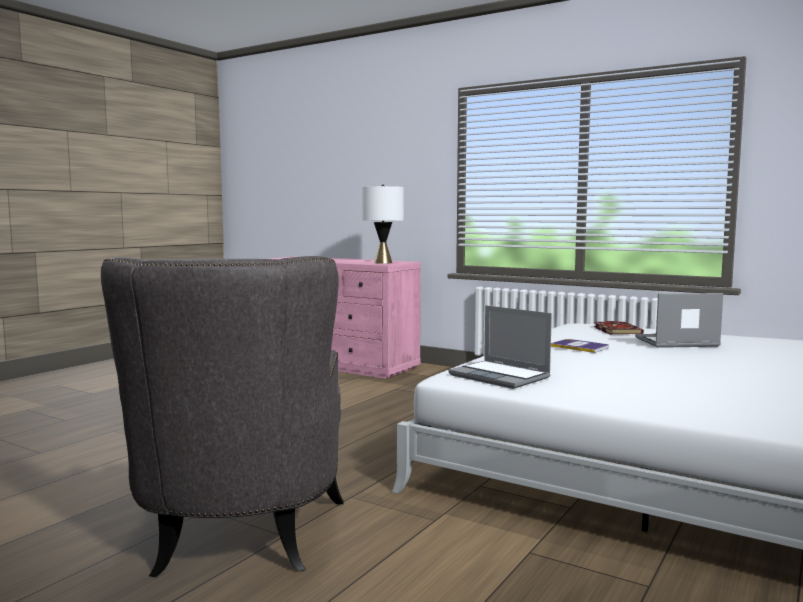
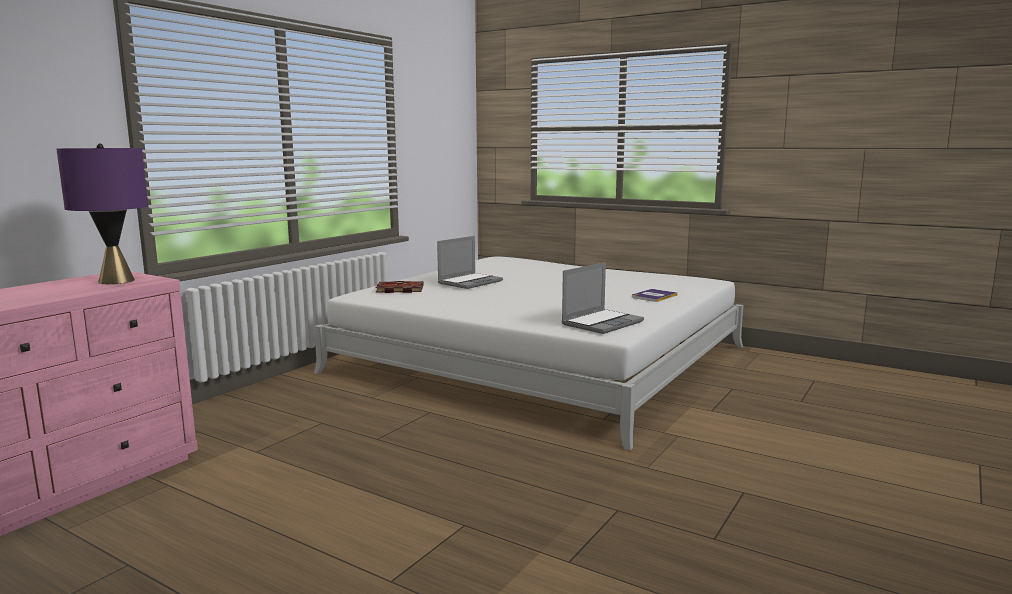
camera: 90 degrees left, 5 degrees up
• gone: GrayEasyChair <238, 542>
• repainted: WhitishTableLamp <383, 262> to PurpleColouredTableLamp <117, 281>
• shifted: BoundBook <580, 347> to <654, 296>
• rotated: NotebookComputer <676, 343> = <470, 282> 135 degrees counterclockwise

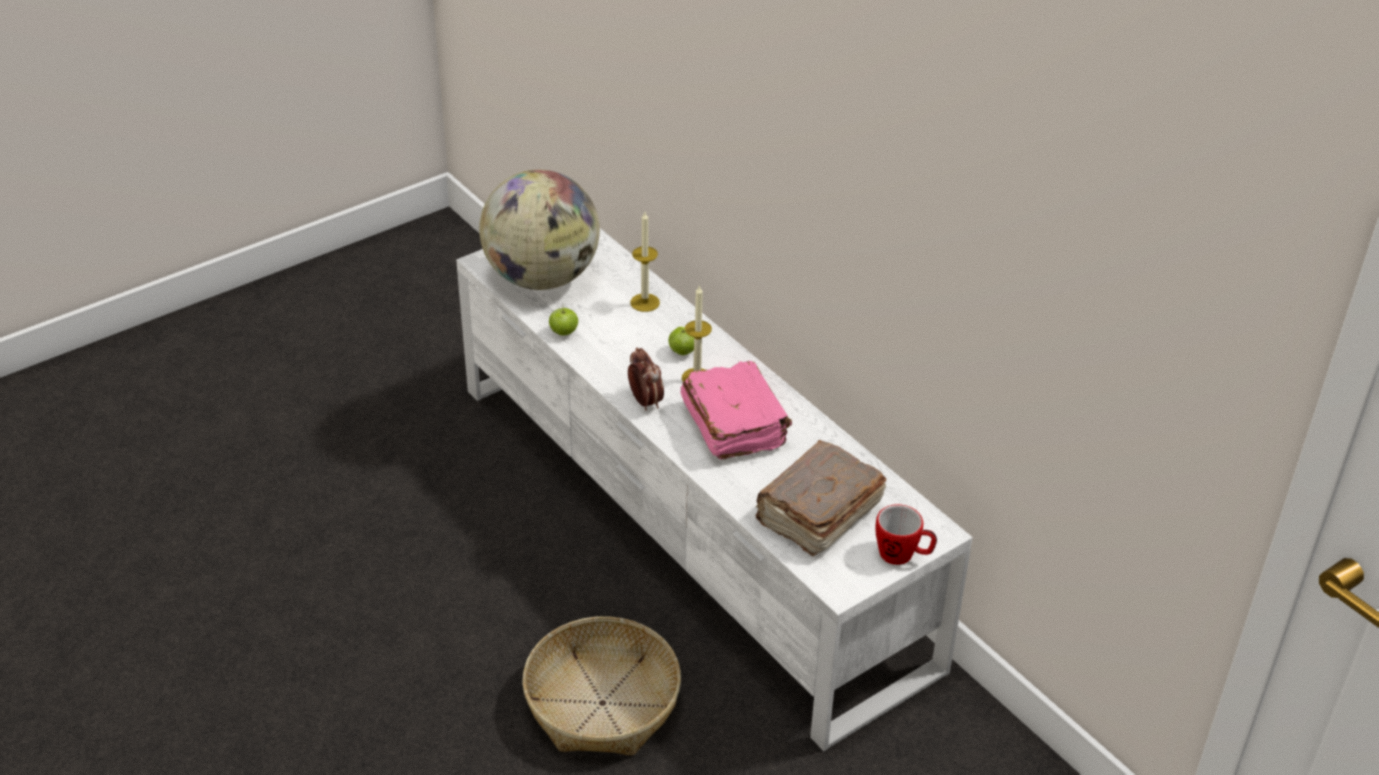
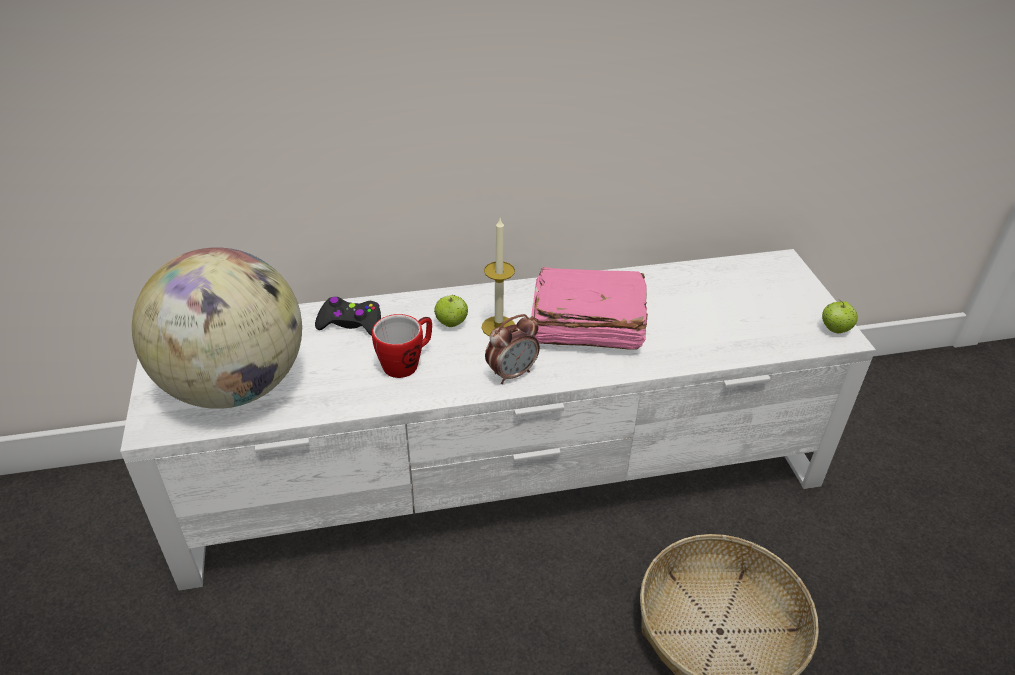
camera: 65 degrees left, 0 degrees up
• shifted: AppleFruit <564, 333> to <835, 329>
• rotated: AlarmClock <645, 401> = <512, 373> 150 degrees clockwise
• swapped: WaxCandle <645, 302> to BlackColouredGameController <351, 323>
• gone: BrownishBoundBook <817, 514>
• shifted: CoffeeMug <903, 555> to <407, 363>

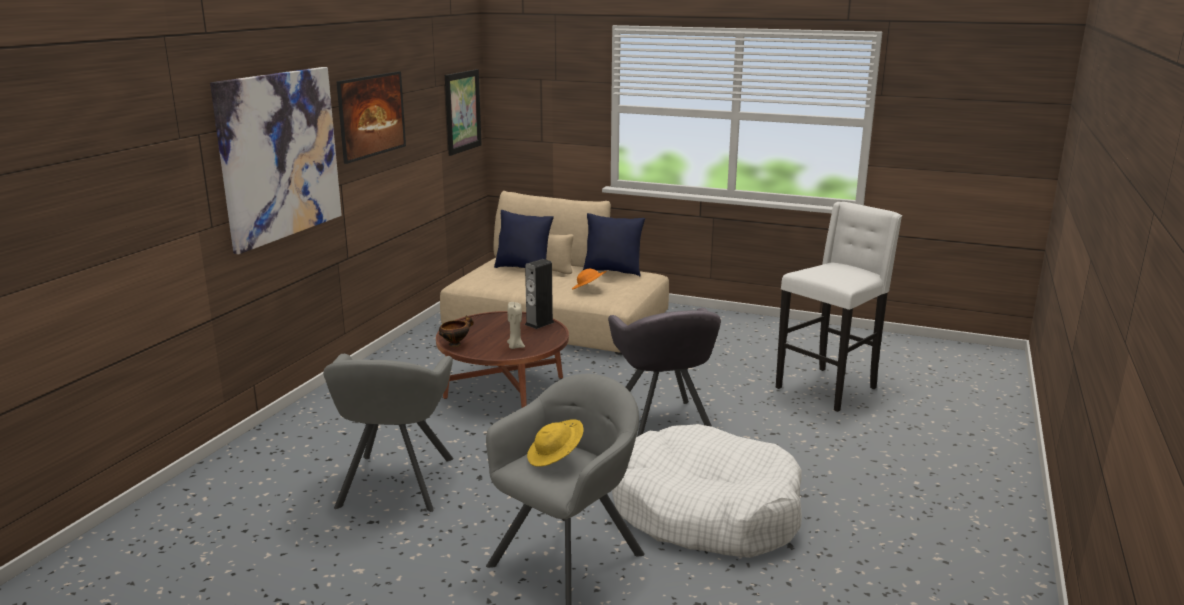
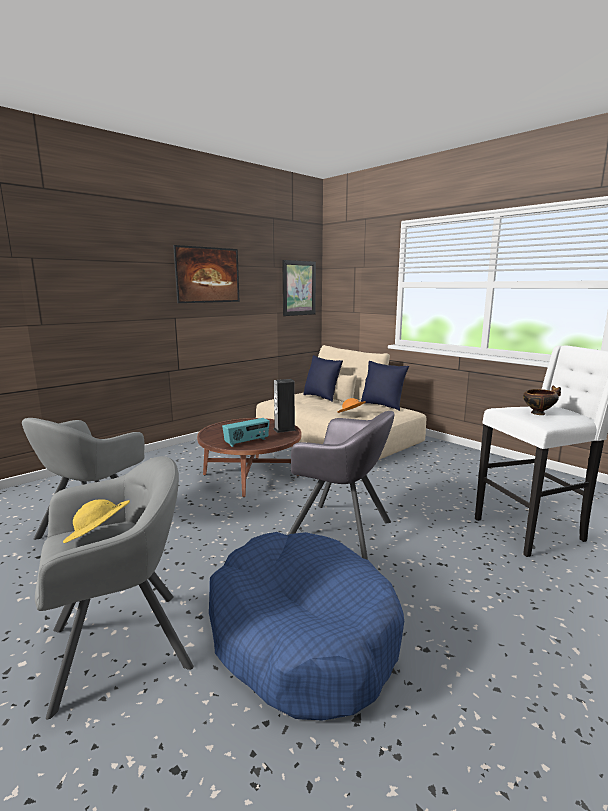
camera: 25 degrees right, 5 degrees down
• gone: WallPicture <280, 155>
• shifted: DeepDish <455, 344> to <539, 413>
• swapped: SandColouredWaxCandle <515, 347> to RadioSet <247, 442>
• rotated: GrayEasyChair <662, 425> = <341, 530> 75 degrees counterclockwise
• repainted: WhitishDogCushion <706, 511> to BlueColouredDogCushion <301, 634>

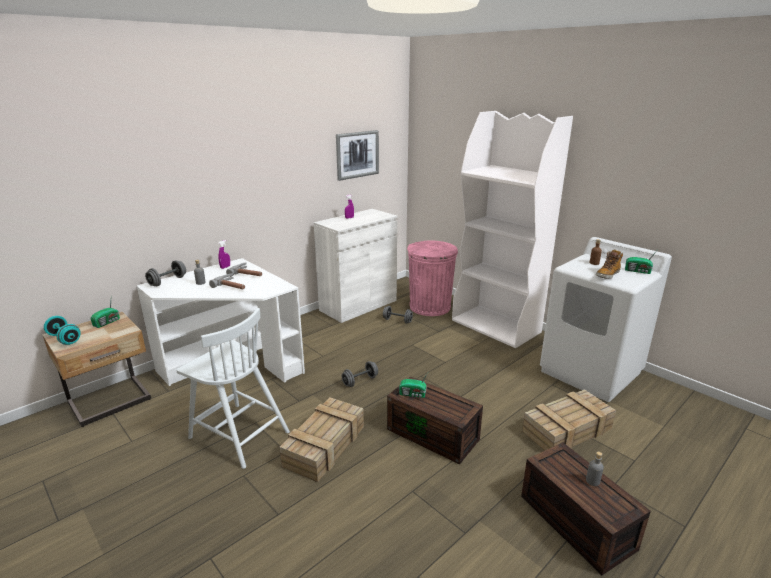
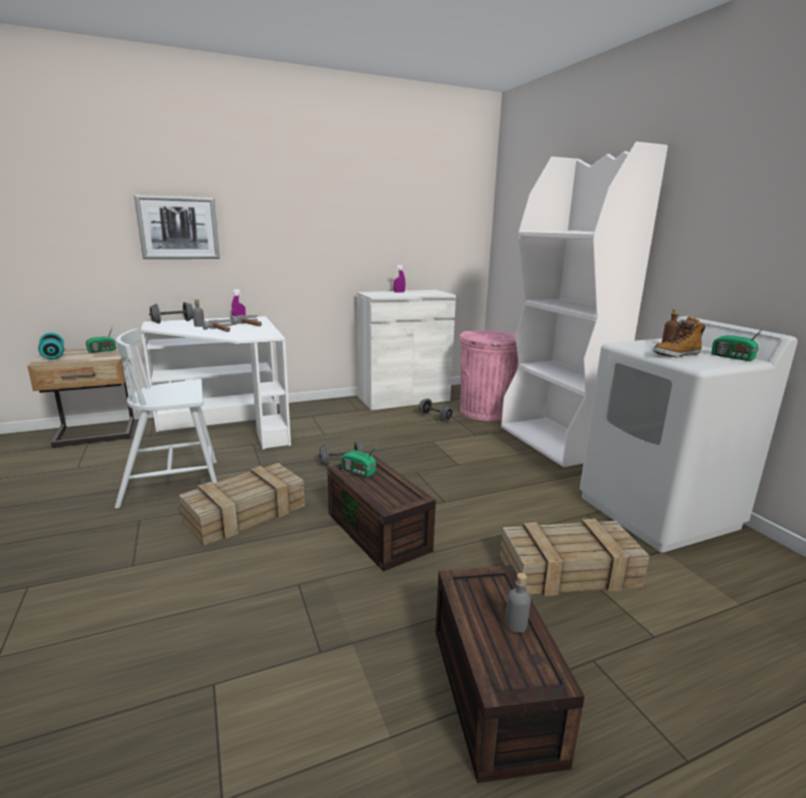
camera: 20 degrees right, 5 degrees down
• rotated: WhitishUprightChair <238, 434> = <173, 483> 105 degrees clockwise
• shifted: WallPicture <357, 154> to <178, 228>

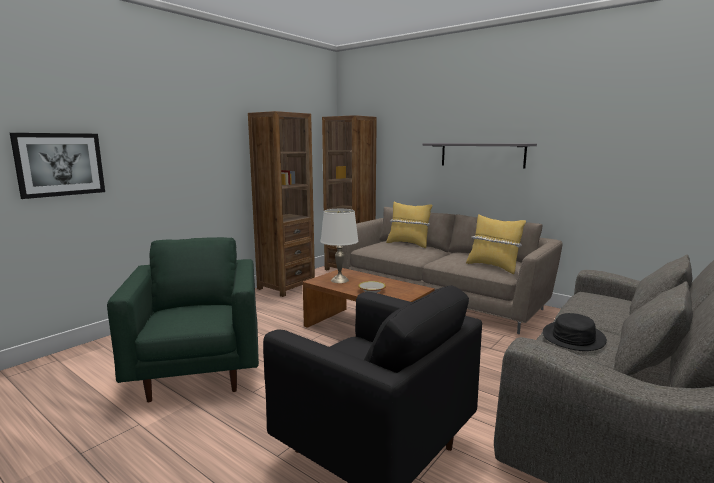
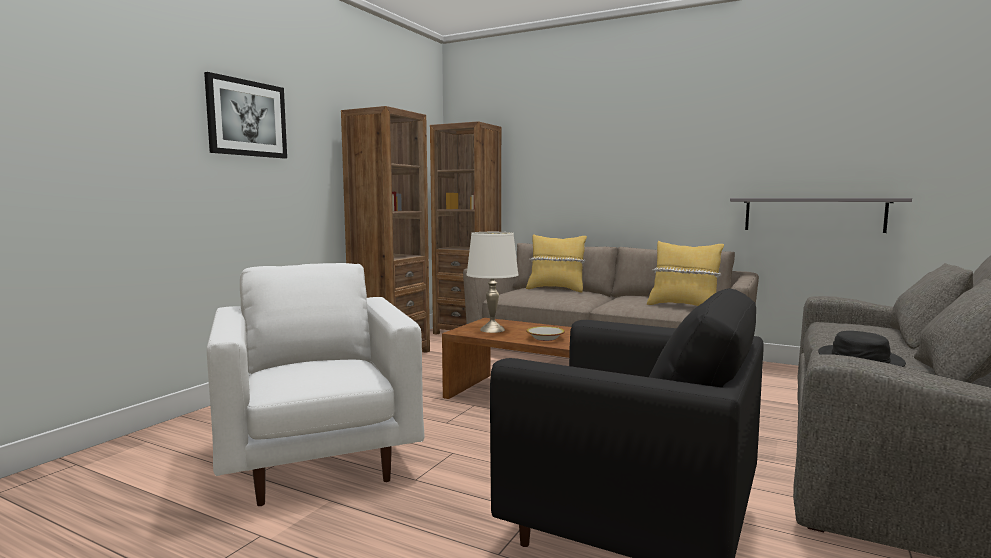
camera: 10 degrees left, 5 degrees down
• shifted: WallPicture <60, 164> to <247, 118>
• repainted: GreenColouredEasyChair <199, 371> to WhitishEasyChair <318, 461>
• shifted: GrayShelf <482, 155> to <813, 214>

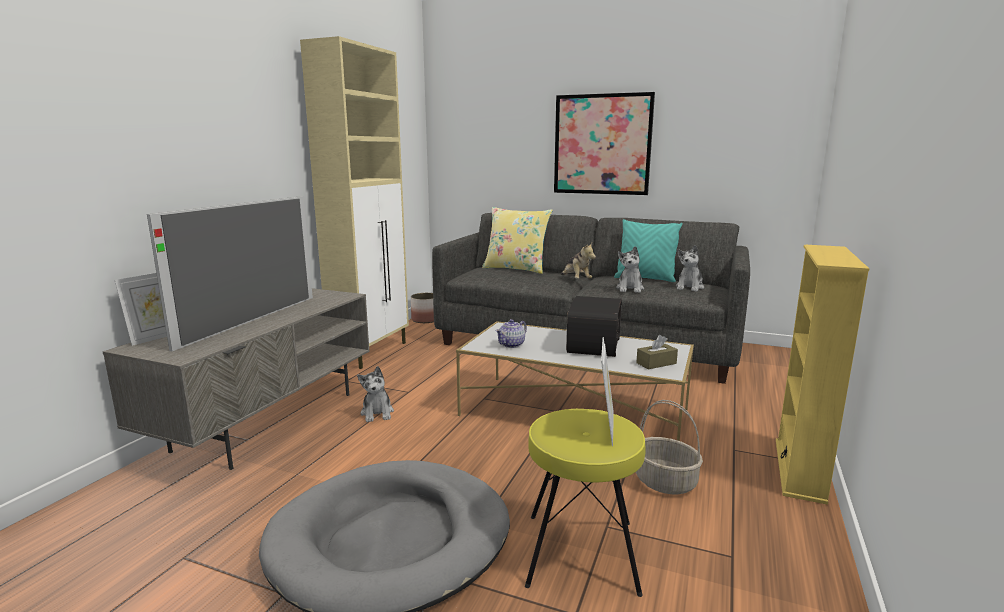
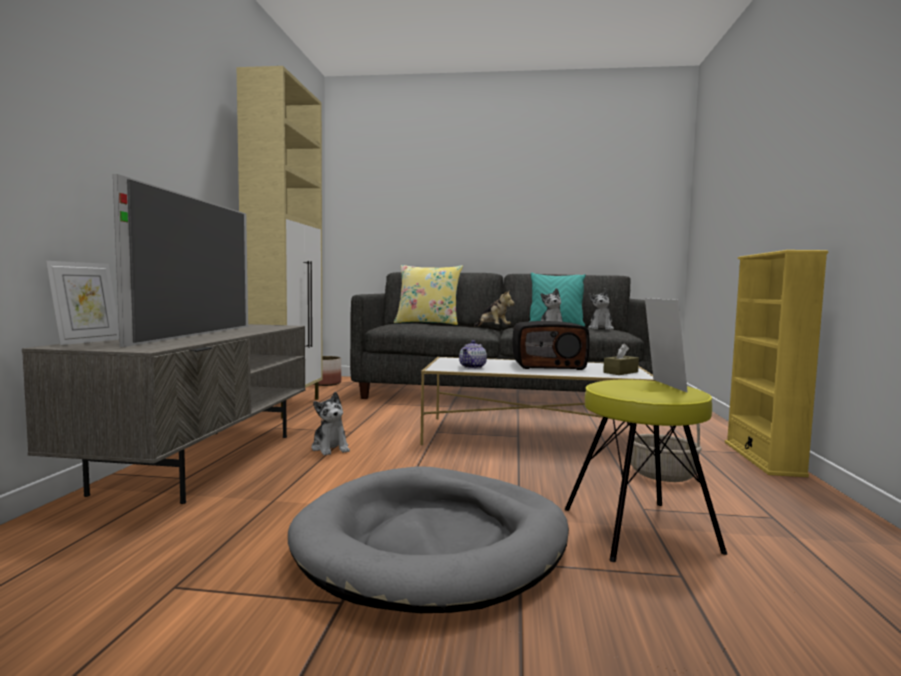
camera: 15 degrees left, 10 degrees down
• gone: WallPicture <602, 144>
• rotated: RadioSet <592, 345> = <548, 365> 90 degrees clockwise

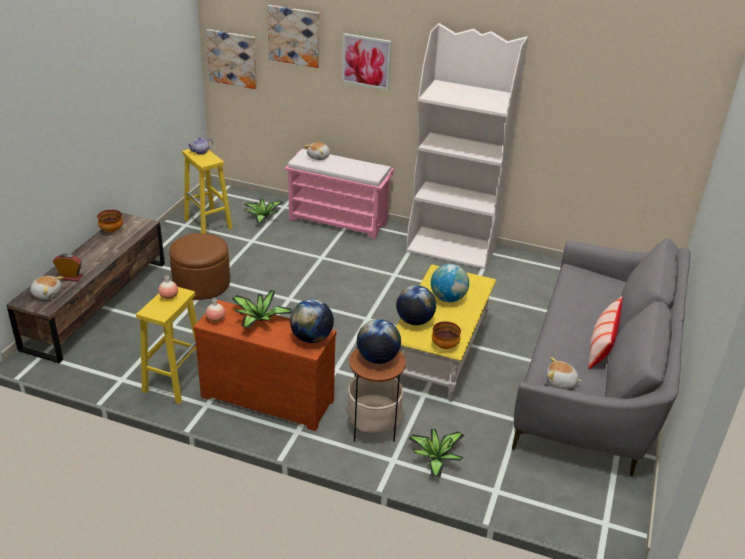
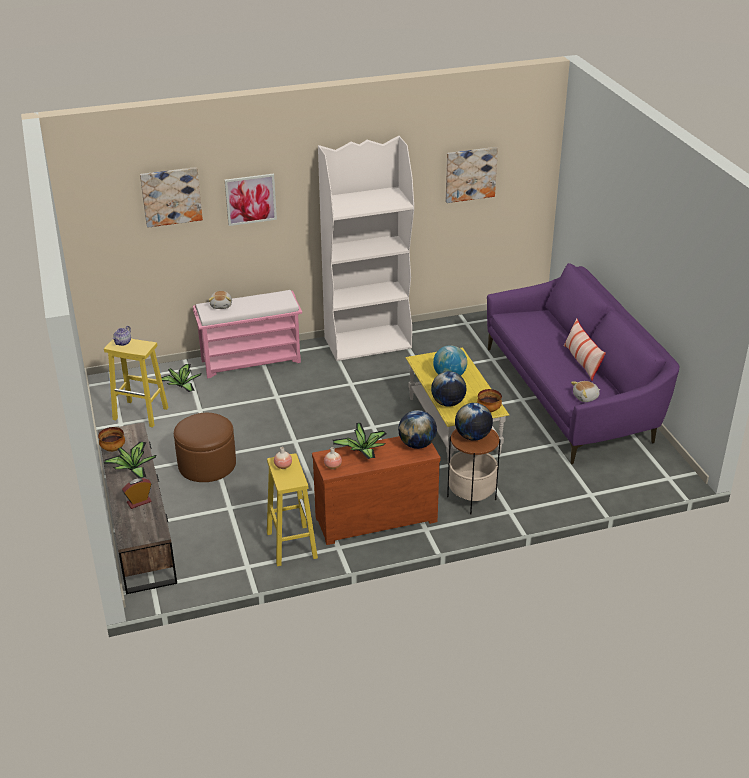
camera: 35 degrees left, 0 degrees up
• gone: CuddlyToy <47, 294>
• shifted: WallPicture <232, 58> to <470, 174>
• shifted: PottedPlant <435, 458> to <132, 469>
• repainted: GraySofa <594, 382> to PurpleColouredSofa <570, 395>

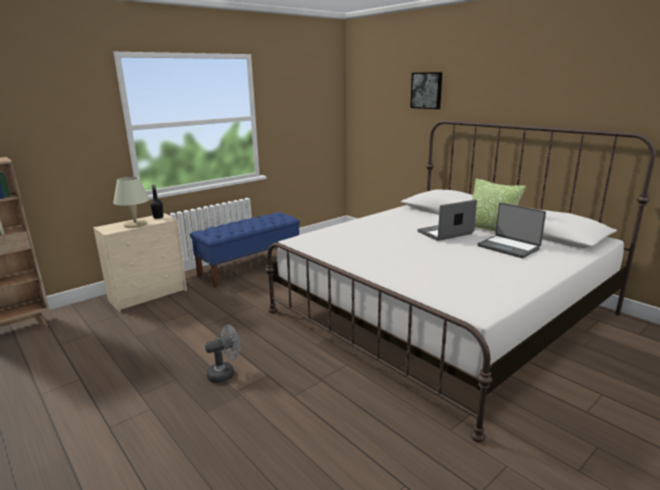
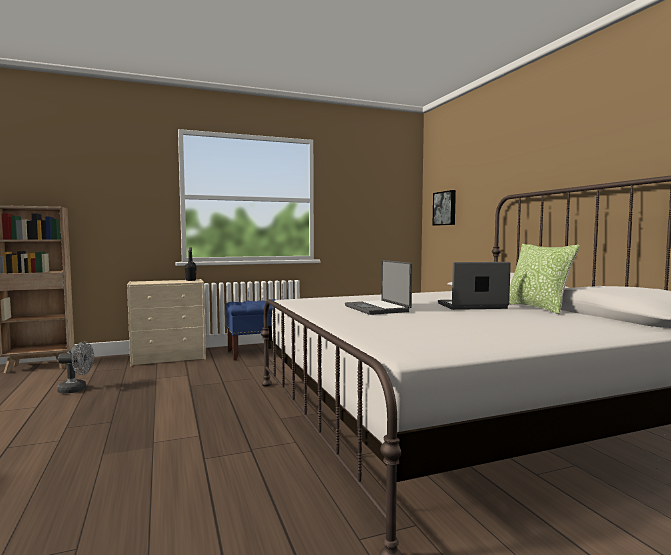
camera: 20 degrees right, 15 degrees down
• gone: SandColouredTableLamp <135, 224>
• shifted: GrayElectricFan <225, 373> to <77, 389>
• shifted: WallPicture <427, 90> to <445, 208>
• shifted: NotebookComputer <509, 247> to <378, 309>

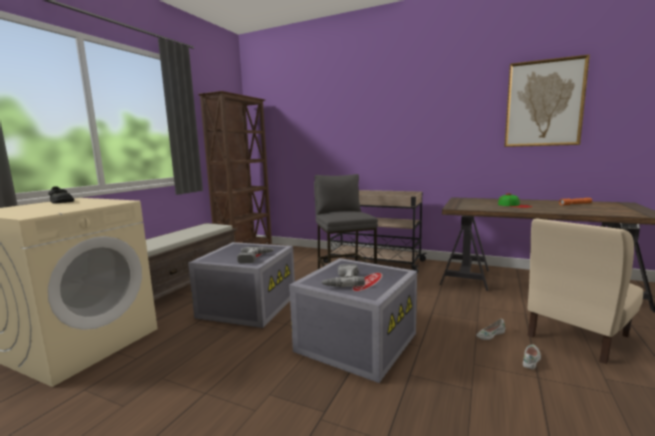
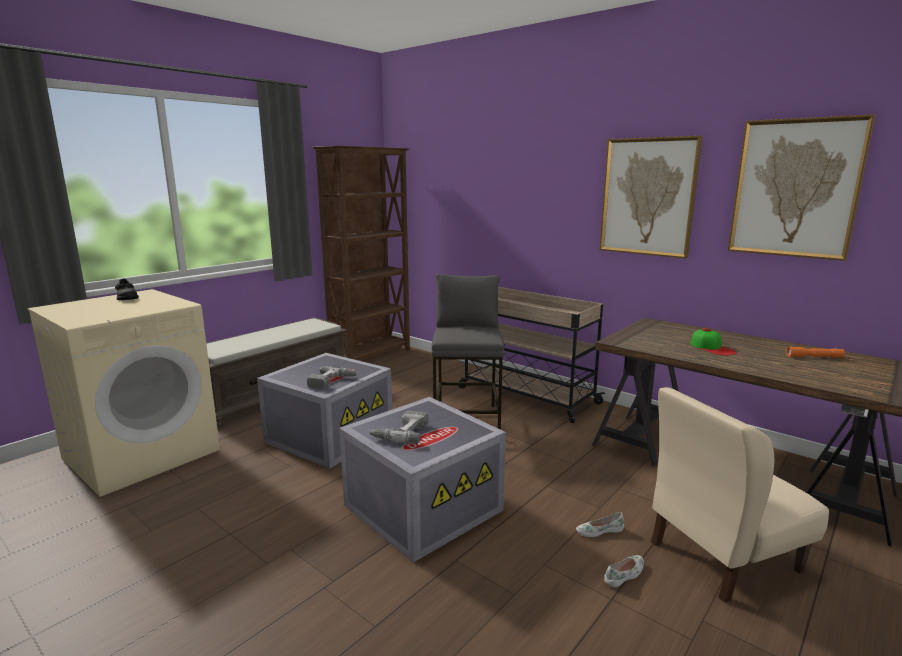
camera: 15 degrees right, 5 degrees up
• new: WallPicture <648, 197>

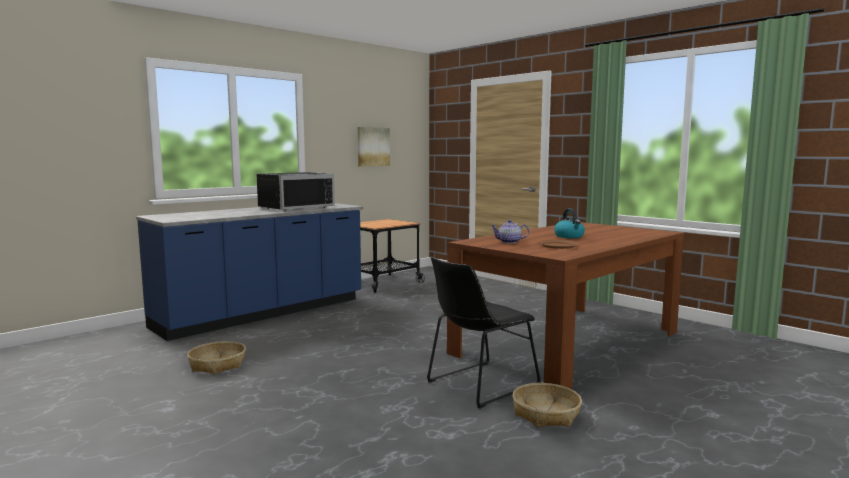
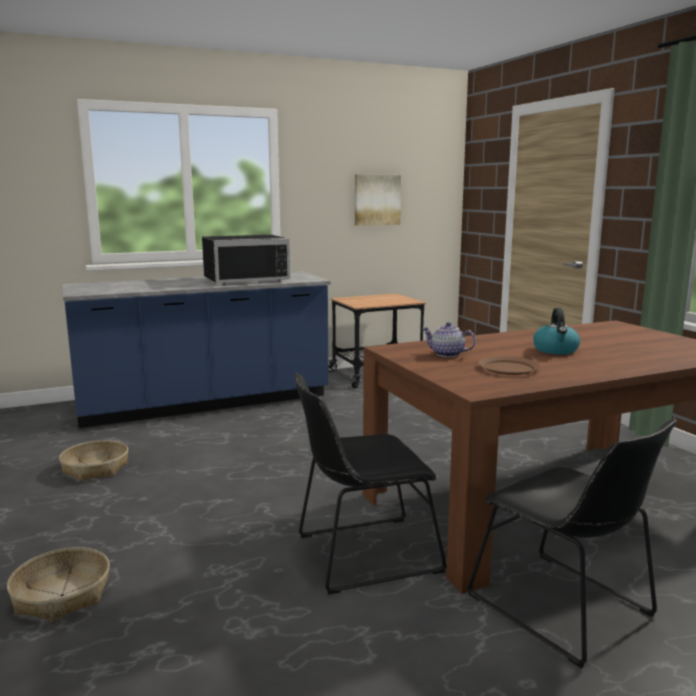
camera: 20 degrees right, 5 degrees up
• shifted: StorageBasket <545, 414> to <61, 595>
• new: BlackColouredUprightChair <566, 609>

